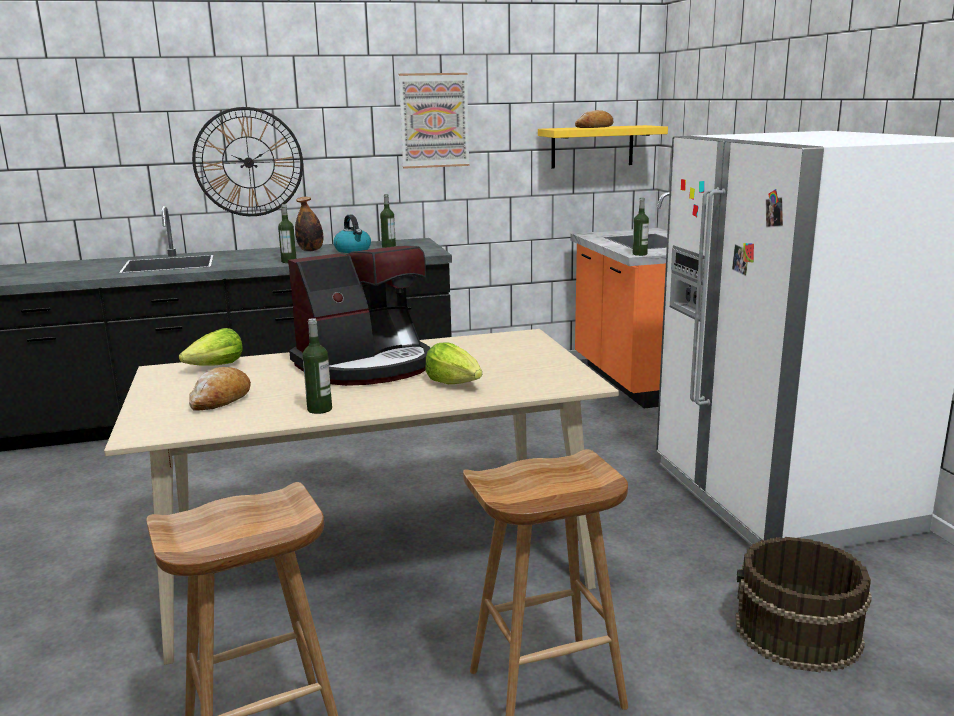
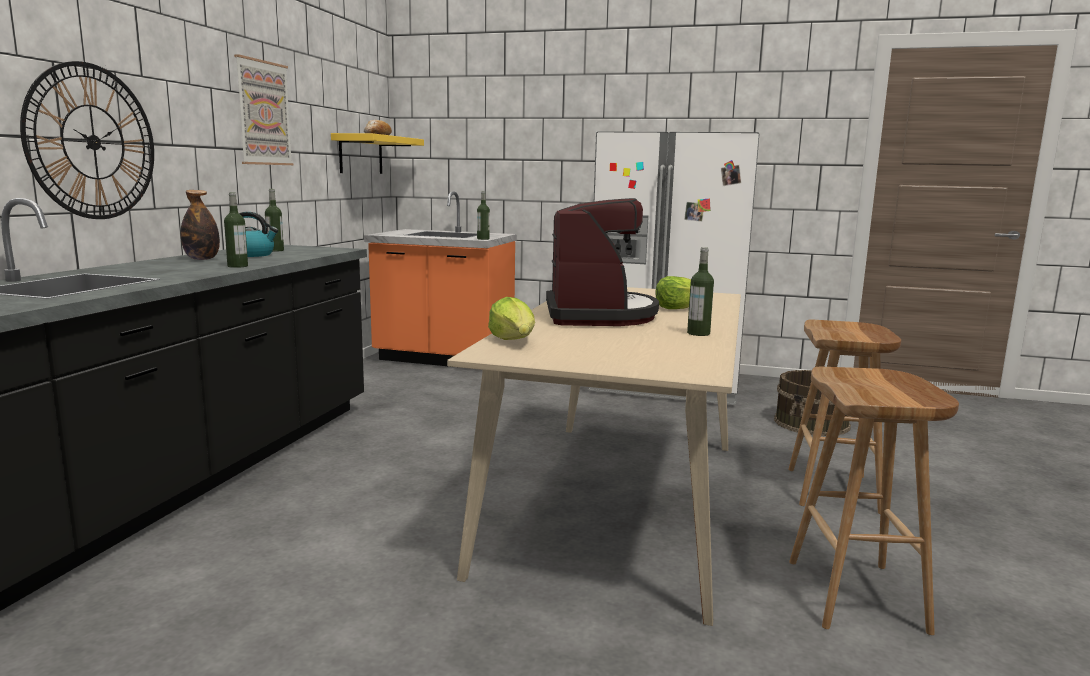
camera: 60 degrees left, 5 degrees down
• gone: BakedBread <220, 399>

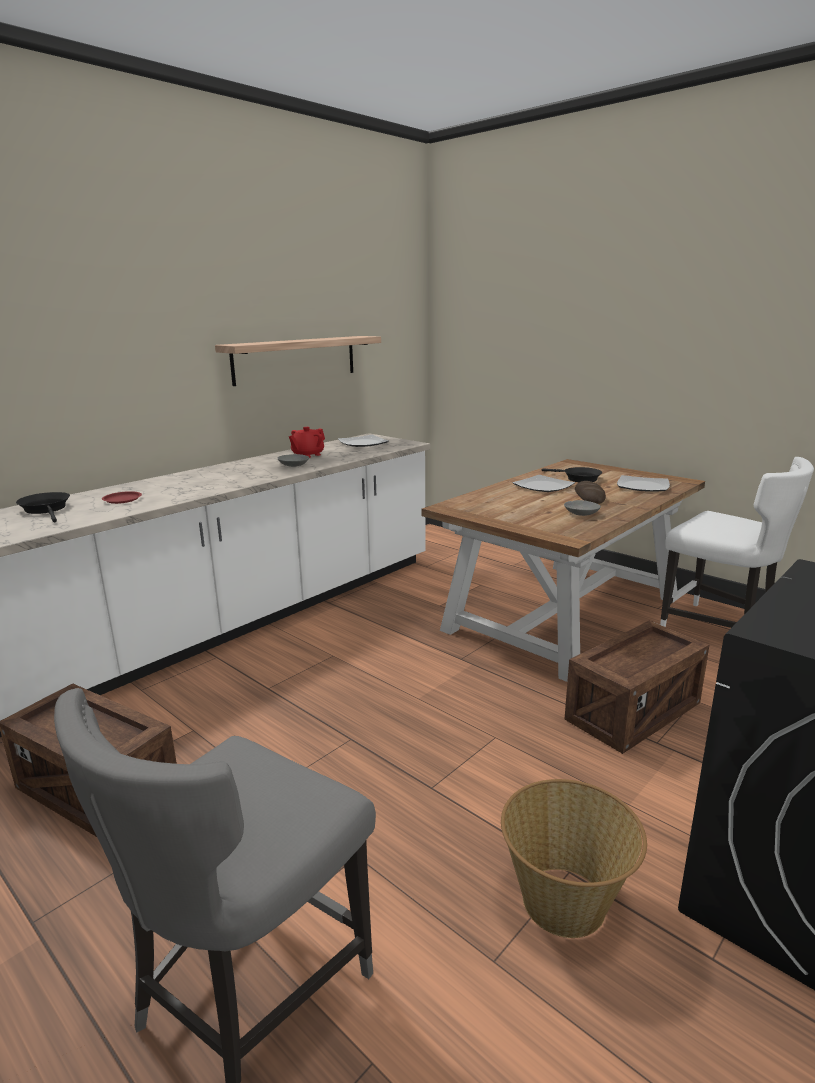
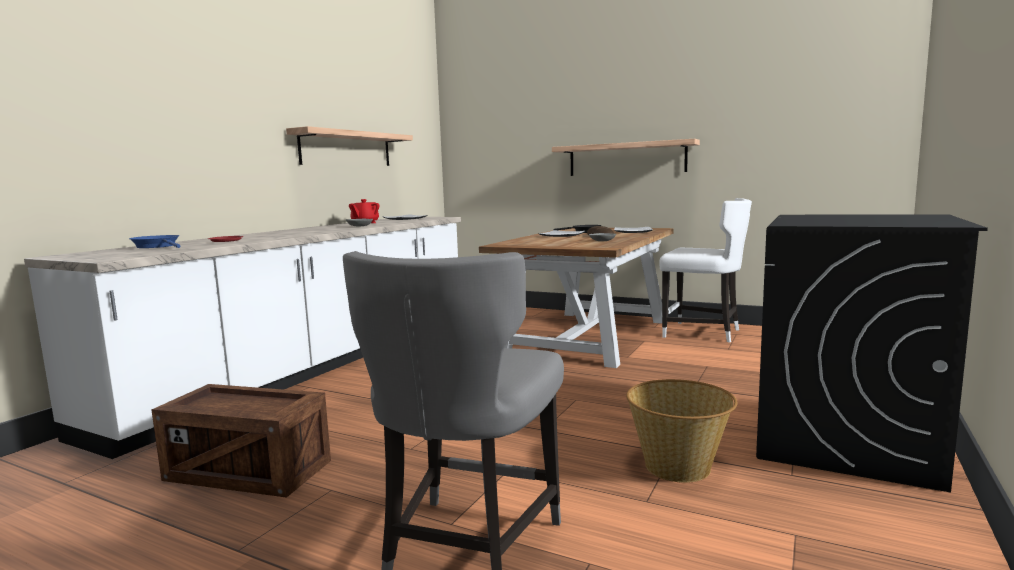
camera: 15 degrees left, 10 degrees down
• repainted: BlackColouredSkillet <46, 509> to BlueColouredSkillet <158, 246>
• gone: PackingCrate <633, 712>
• new: Shelf <626, 159>

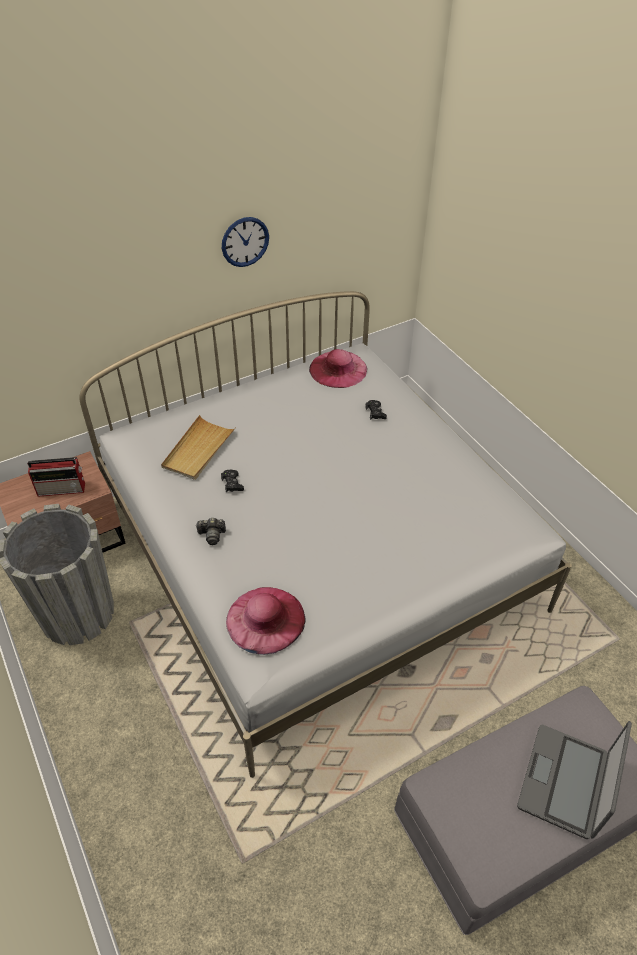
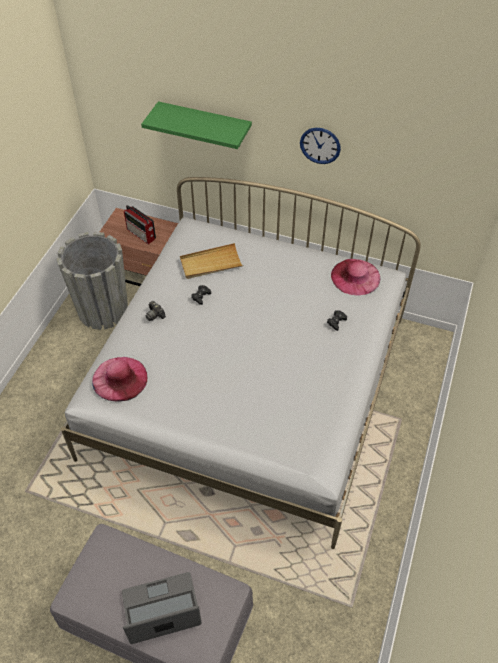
camera: 50 degrees right, 5 degrees up
• new: GreenColouredShelf <204, 125>

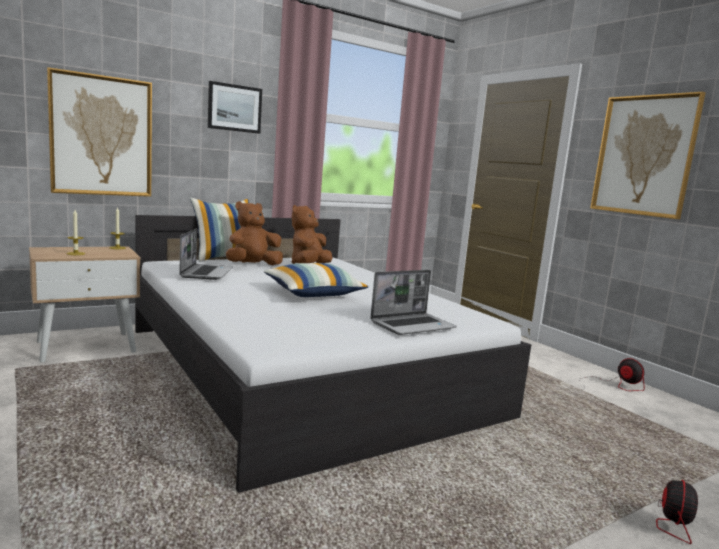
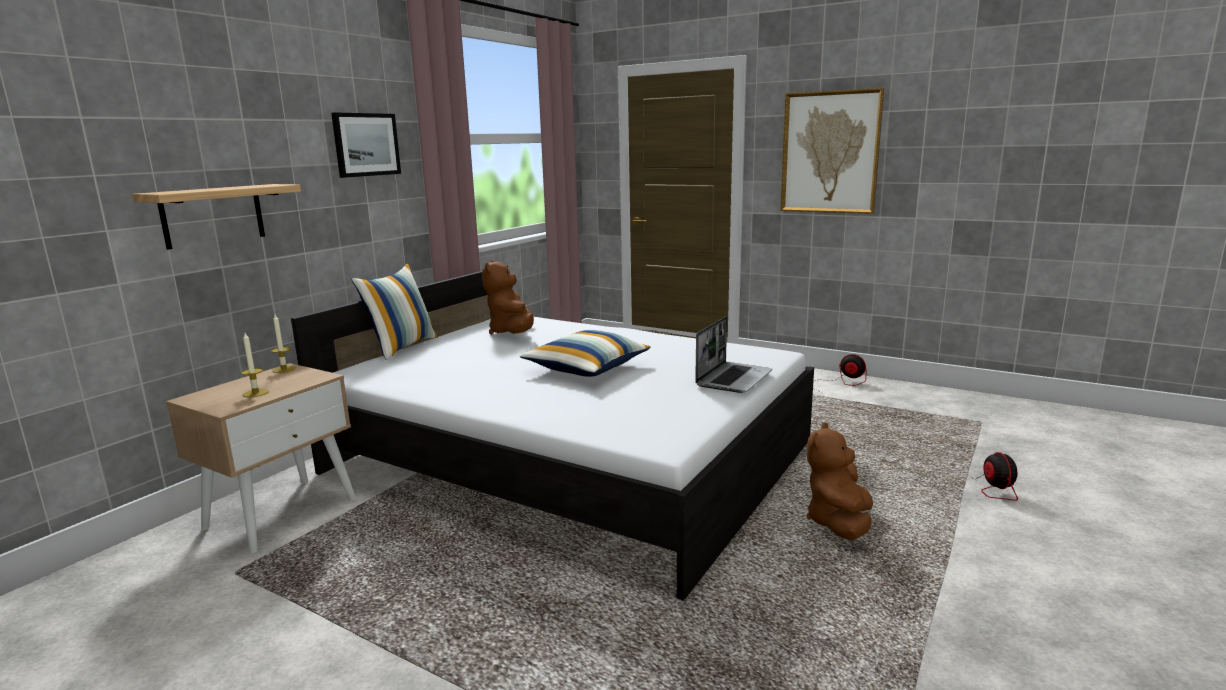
camera: 25 degrees left, 5 degrees up
• swapped: WallPicture <102, 136> to Shelf <213, 215>
• gone: NotebookComputer <206, 273>
• shifted: BrownishCuddlyToy <253, 265> to <839, 524>

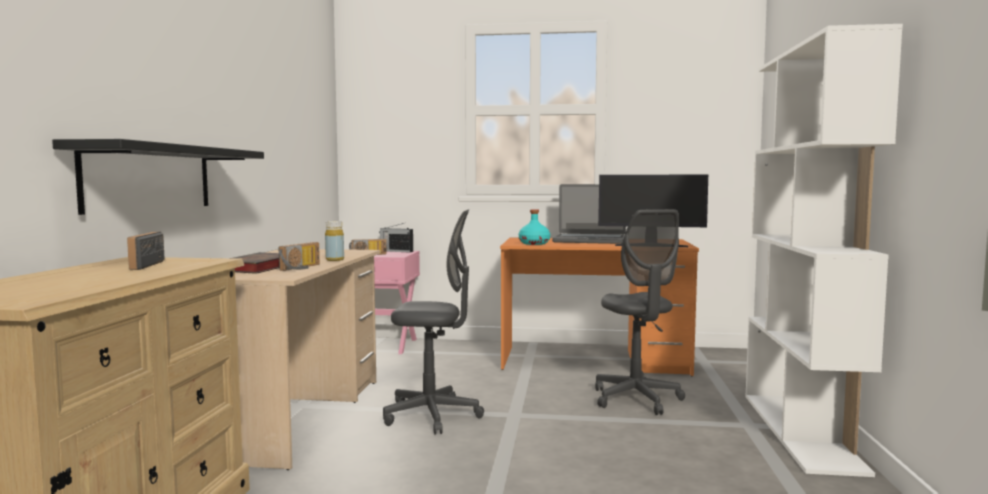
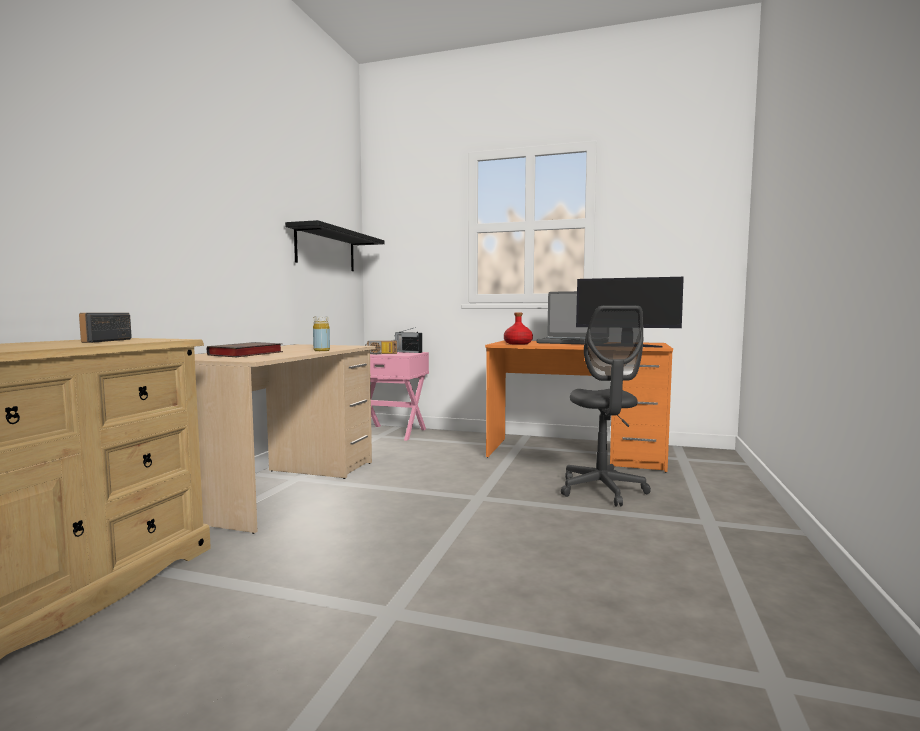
camera: 10 degrees right, 0 degrees up
• shifted: BlackColouredShelf <150, 178> to <326, 250>
• gone: RadioSet <302, 268>
• gone: GrayDeskChair <432, 416>
• repainted: TurquoiseBottle <534, 243> to RedColouredBottle <518, 343>
• gone: WhitishBookcase <801, 431>

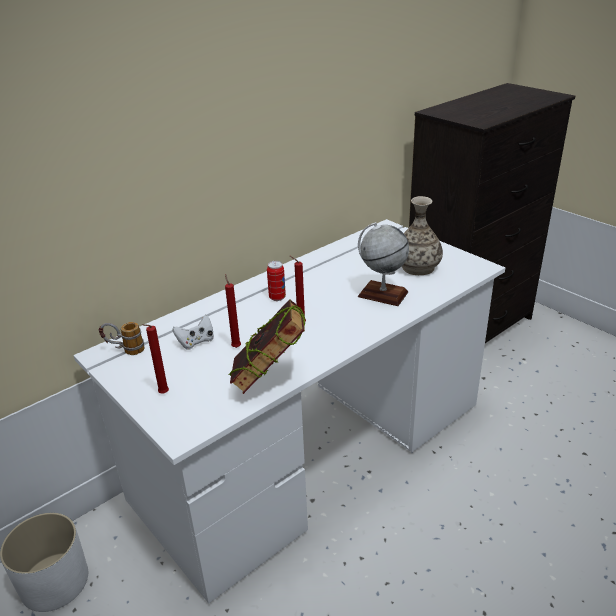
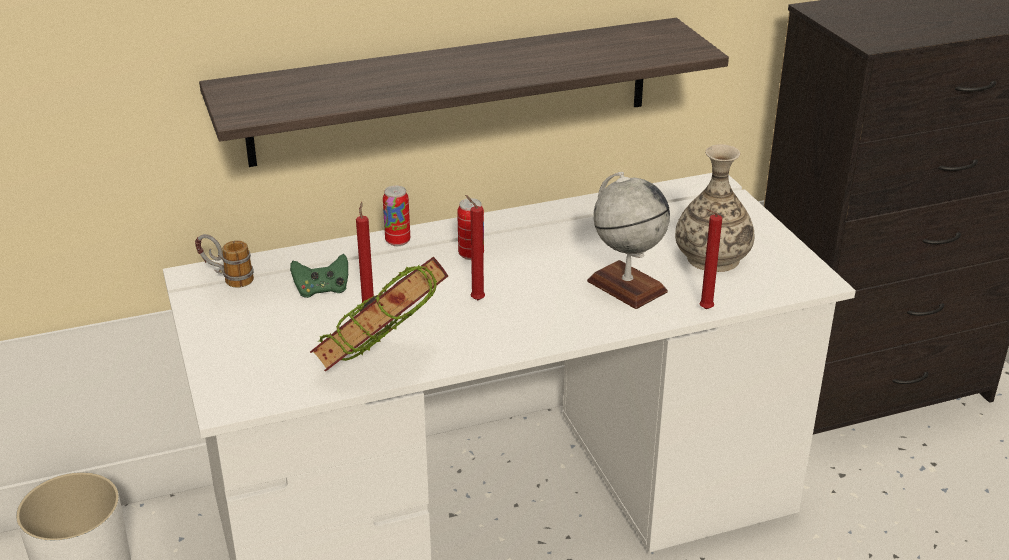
camera: 20 degrees right, 0 degrees up
• shifted: RedColouredWaxCandle <162, 394> to <704, 310>
• repainted: WhitishGameController <196, 342> to GreenColouredGameController <322, 290>
• new: Shelf <452, 91>
• new: Can <397, 241>

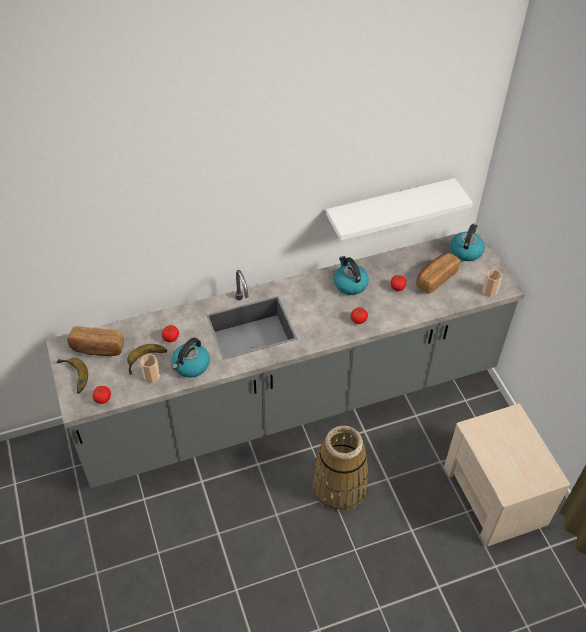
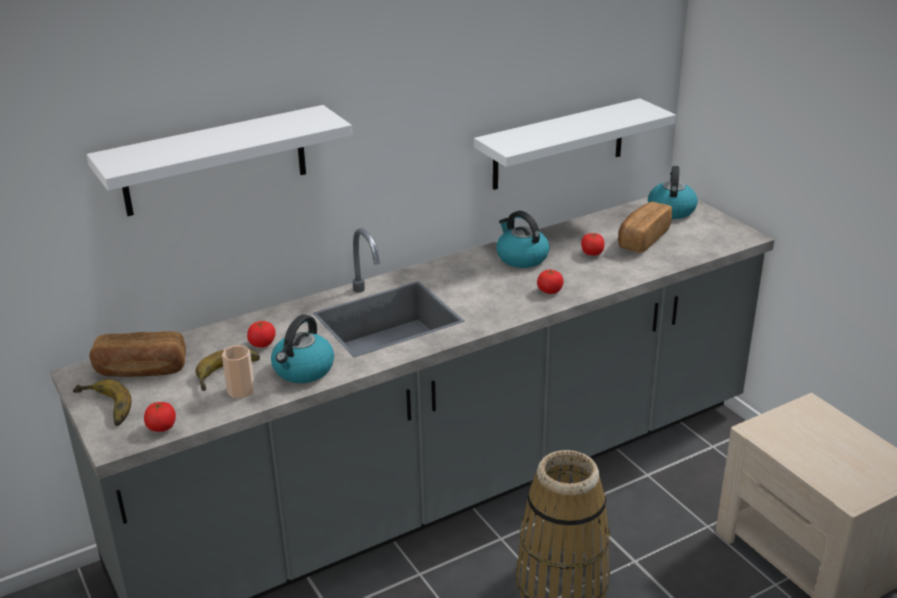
camera: 10 degrees left, 20 degrees down
• gone: DrinkingCup <489, 291>
• new: WhitishShelf <215, 161>

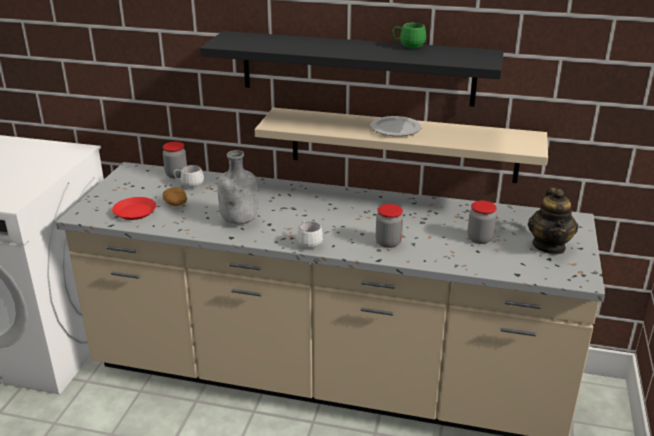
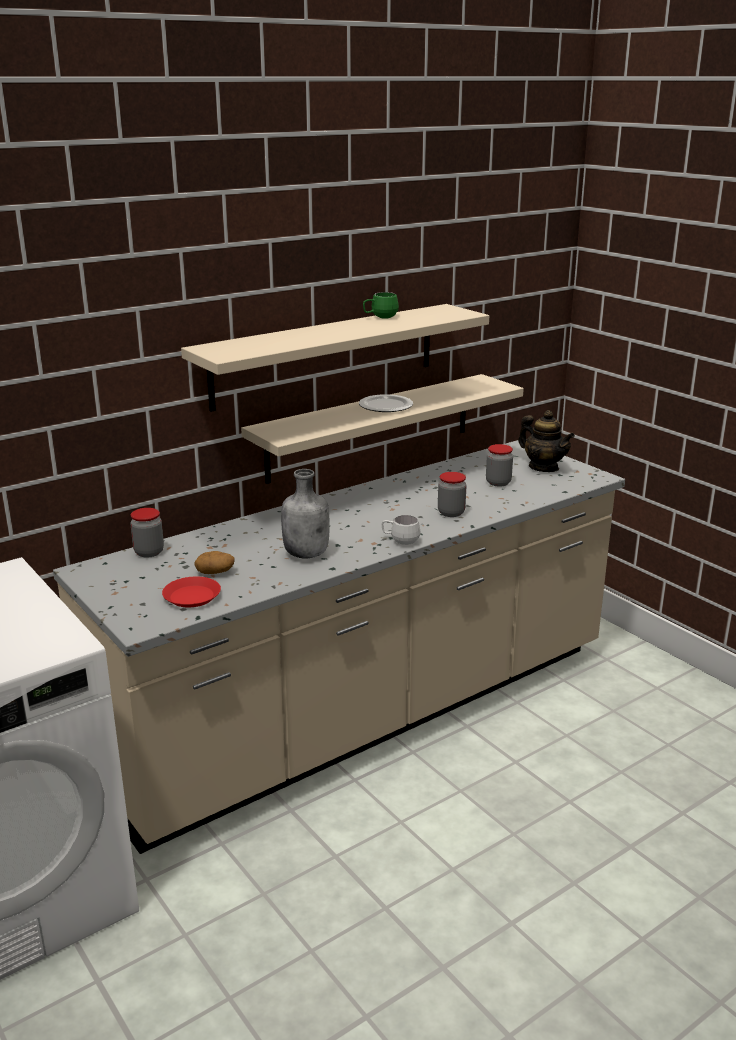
camera: 50 degrees left, 5 degrees down
• gone: WhitishCoffeeMug <189, 185>
• repainted: BlackColouredShelf <356, 68> to SandColouredShelf <325, 355>

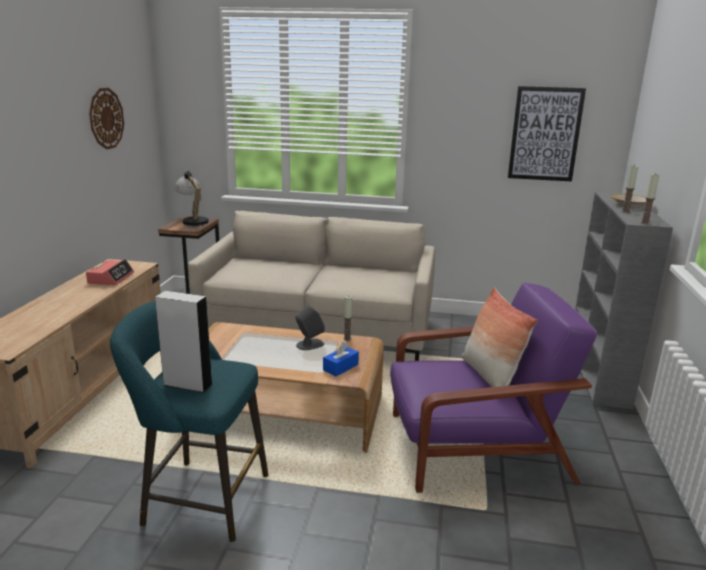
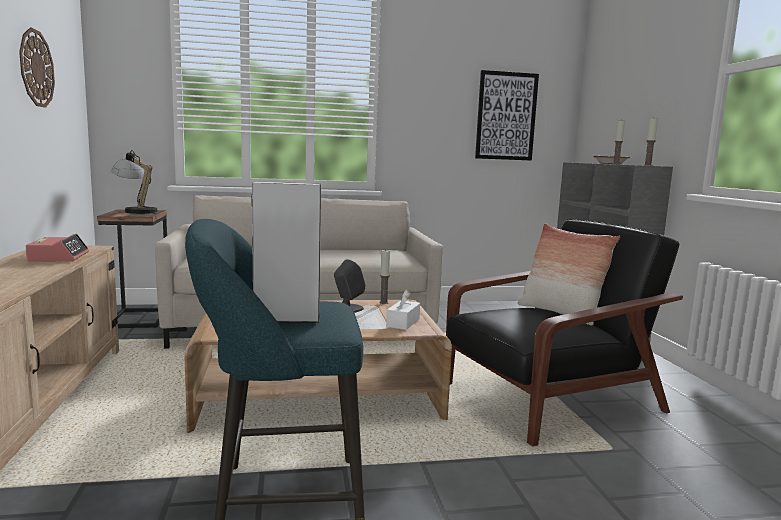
camera: 20 degrees left, 10 degrees down
• repainted: BlueColouredBoxOfTissues <340, 367> to WhitishBoxOfTissues <403, 323>
• repainted: PurpleColouredEasyChair <474, 447> to BlackColouredEasyChair <548, 398>

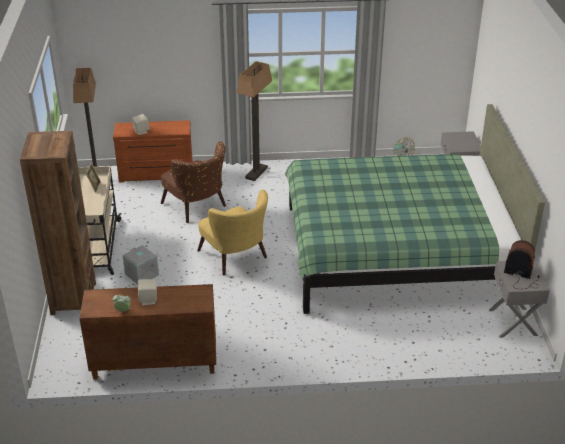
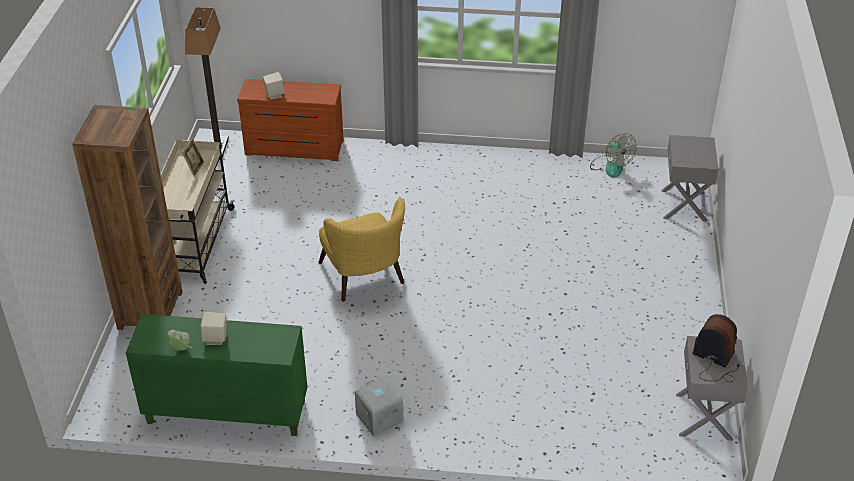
camera: 10 degrees right, 5 degrees up
• repainted: BrownishCabinet <153, 364> to GreenColouredCabinet <225, 413>
• shifted: GrayStorageBin <141, 274> to <378, 418>
• gone: BrownishEasyChair <197, 208>
• gone: StandardLamp <256, 173>
• gone: GreenColouredBed <396, 250>

